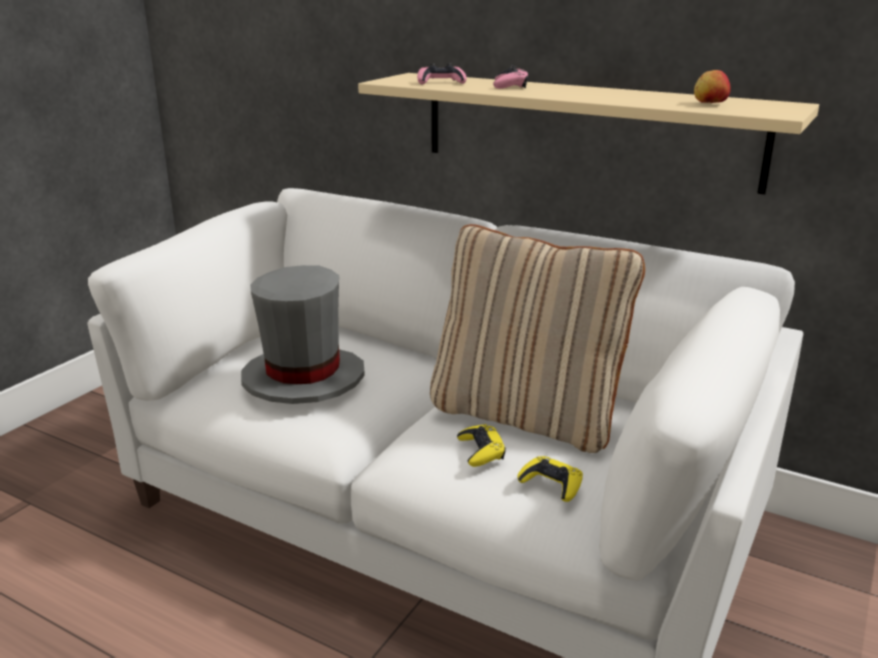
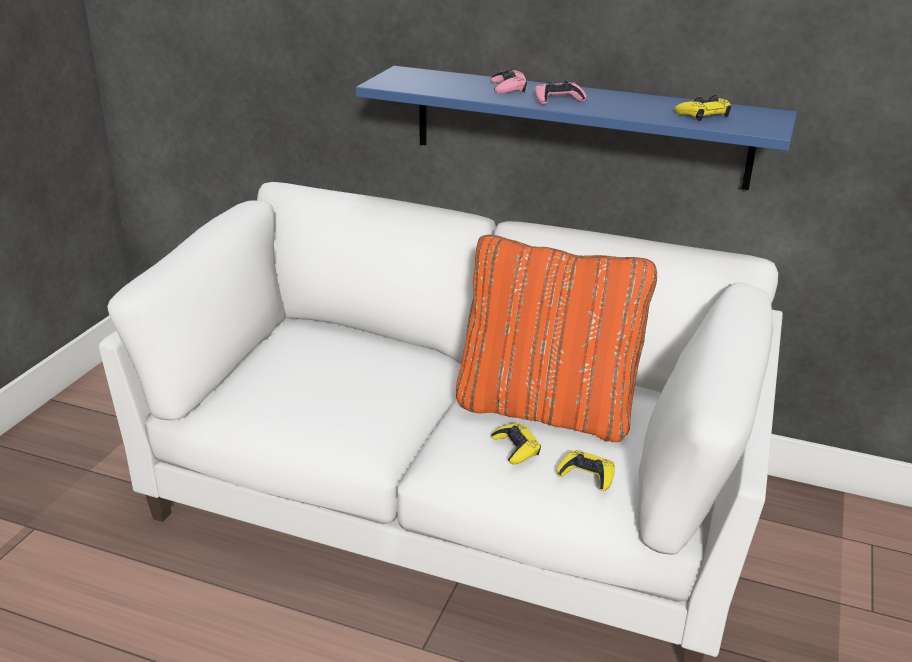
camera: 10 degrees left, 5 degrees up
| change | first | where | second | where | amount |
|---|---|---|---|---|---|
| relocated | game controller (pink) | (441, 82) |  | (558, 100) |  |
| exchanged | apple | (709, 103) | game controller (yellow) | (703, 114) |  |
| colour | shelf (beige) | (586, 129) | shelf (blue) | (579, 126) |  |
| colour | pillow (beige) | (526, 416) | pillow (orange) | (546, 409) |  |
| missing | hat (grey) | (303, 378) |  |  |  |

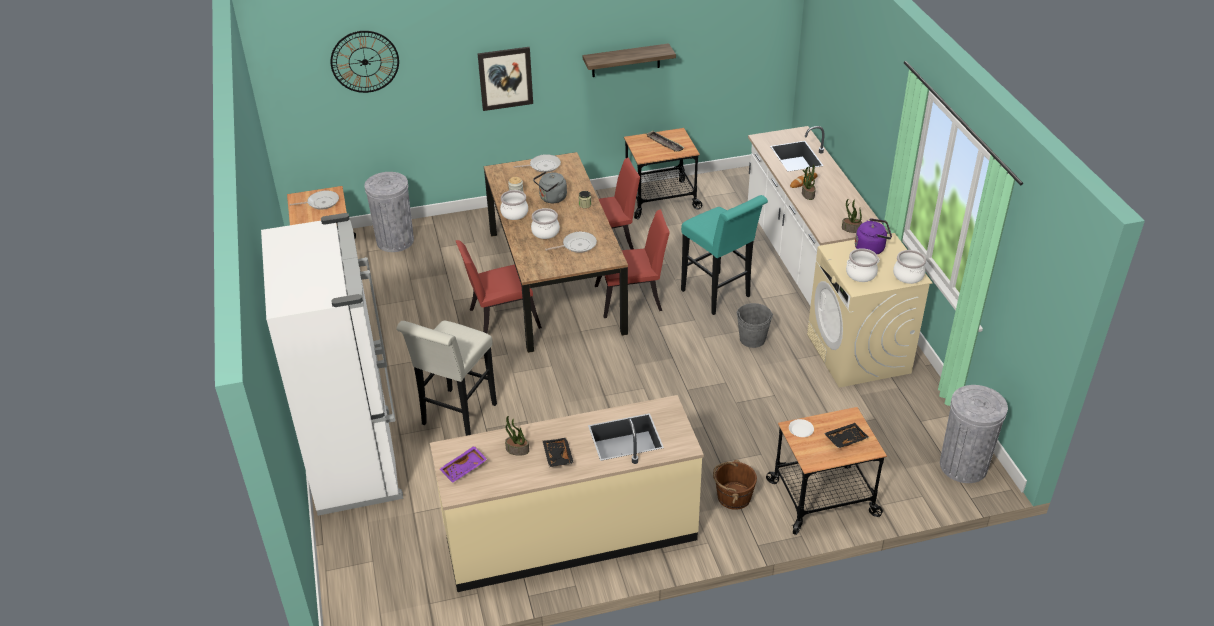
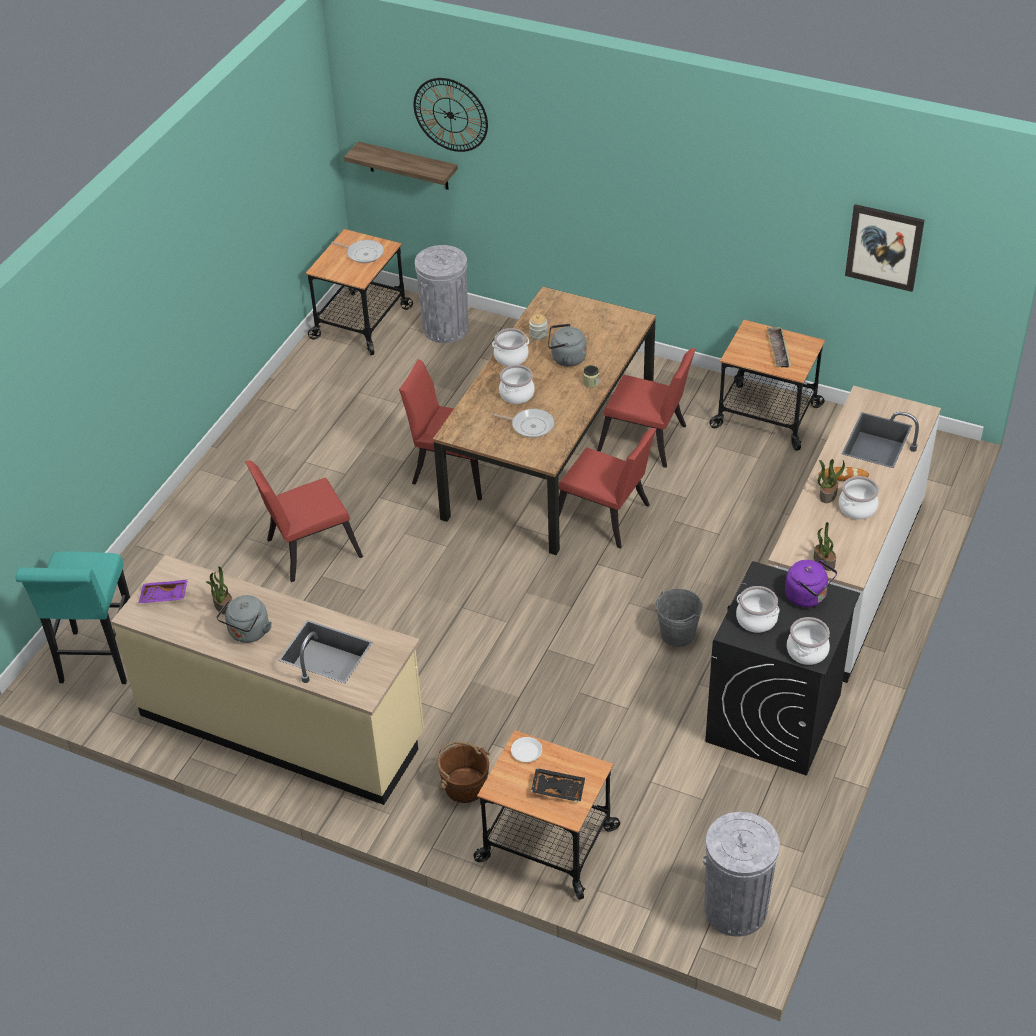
camera: 40 degrees right, 5 degrees up
| change | first | where | second | where | amount |
|---|---|---|---|---|---|
| relocated | shelf | (626, 60) |  | (408, 166) |  |
| relocated | picture | (505, 78) |  | (884, 247) |  |
| missing | frying pan | (543, 166) |  |  |  |
| relocated | stool (turquoise) | (719, 296) |  | (98, 663) |  |
| missing | fridge (white) | (357, 460) |  |  |  |
| colour | washing machine (beige) | (858, 354) | washing machine (black) | (773, 719) |  |
| exchanged | stool (white) | (456, 418) | chair (red) | (307, 549) |  |
| exchanged | tray (black) | (557, 456) | kettle (grey) | (248, 633) |  |
| appeared |  |  | cooking pot | (857, 508) |  |

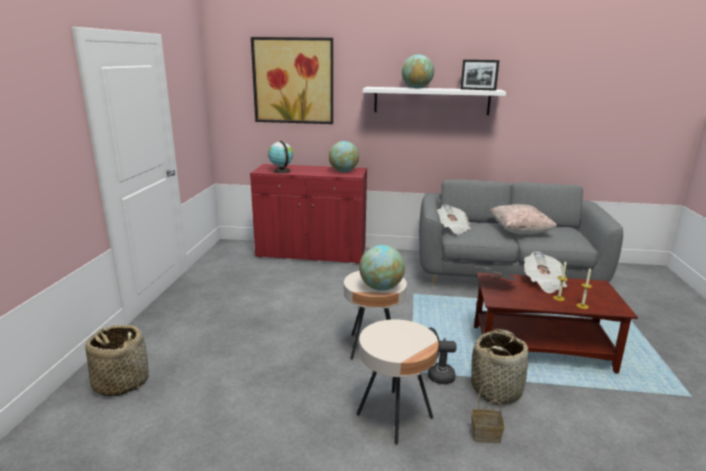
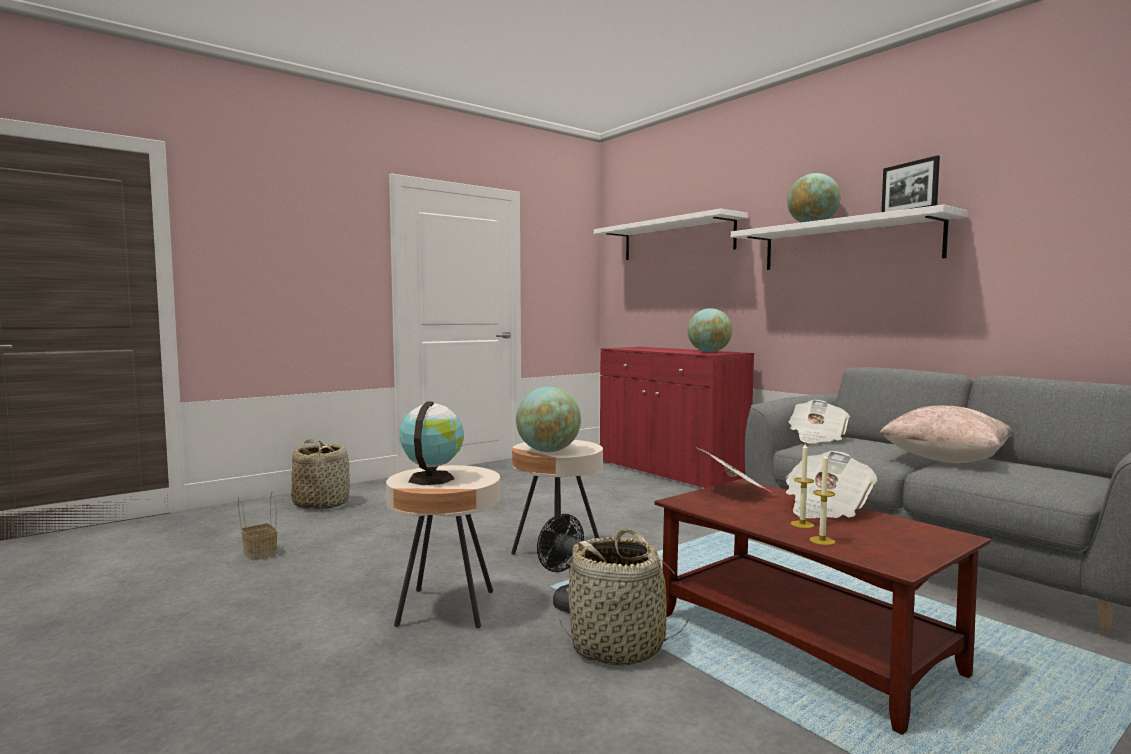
camera: 45 degrees right, 15 degrees down
| change | first | where | second | where | amount |
|---|---|---|---|---|---|
| exchanged | picture | (293, 81) | shelf (white) | (677, 239) |  |
| relocated | globe | (281, 171) |  | (432, 478) |  |
| relocated | basket | (484, 435) |  | (259, 553) |  |

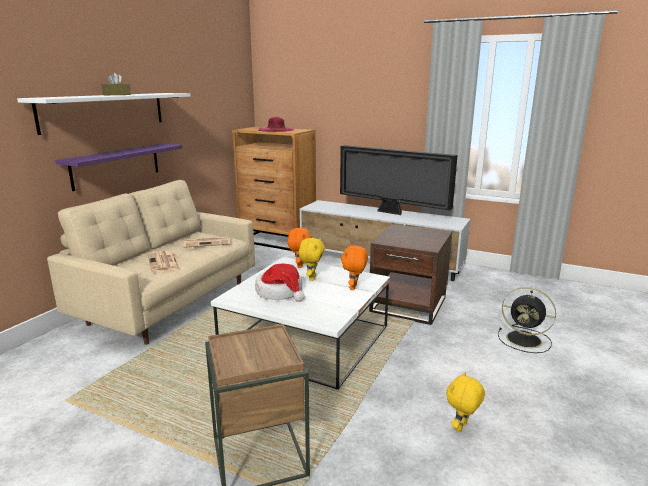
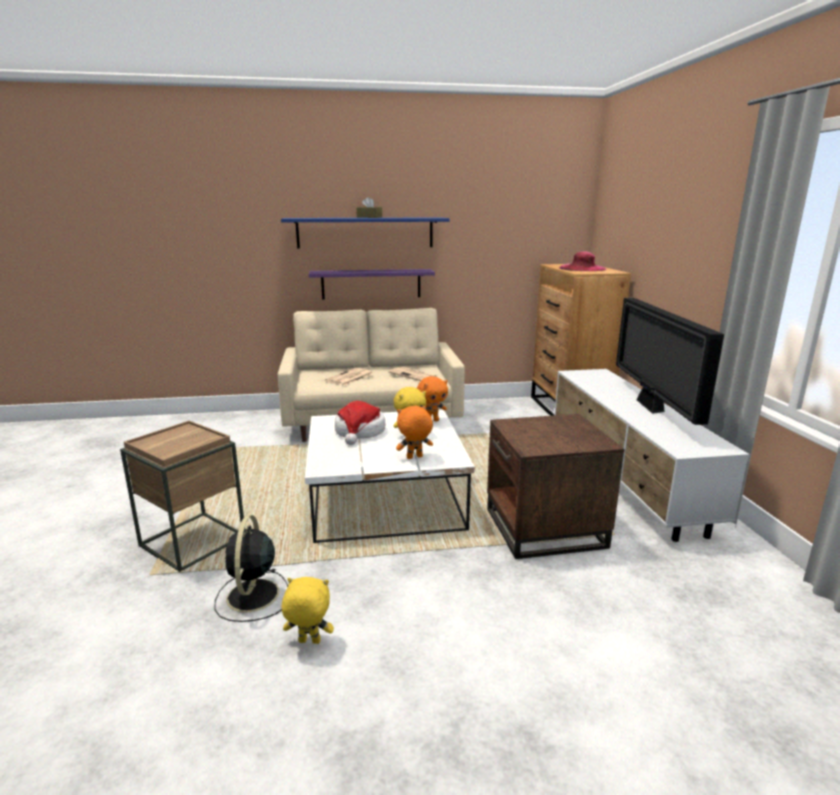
camera: 55 degrees right, 0 degrees up
| change | first | where | second | where | amount |
|---|---|---|---|---|---|
| colour | shelf (white) | (104, 111) | shelf (blue) | (365, 232) |  |
| relocated | fan (black) | (525, 340) |  | (252, 597) |  |

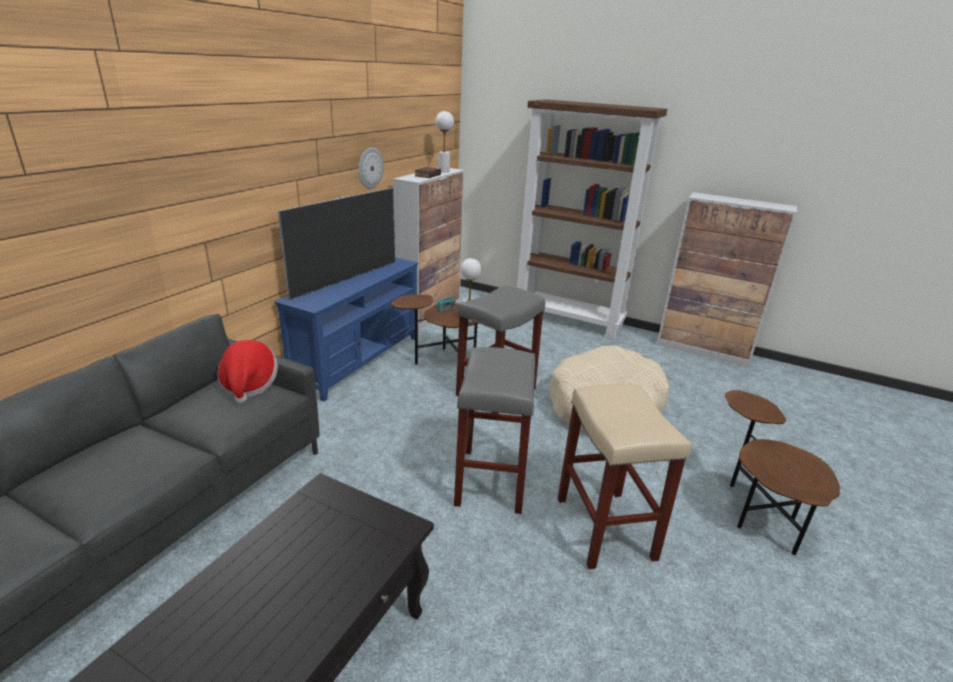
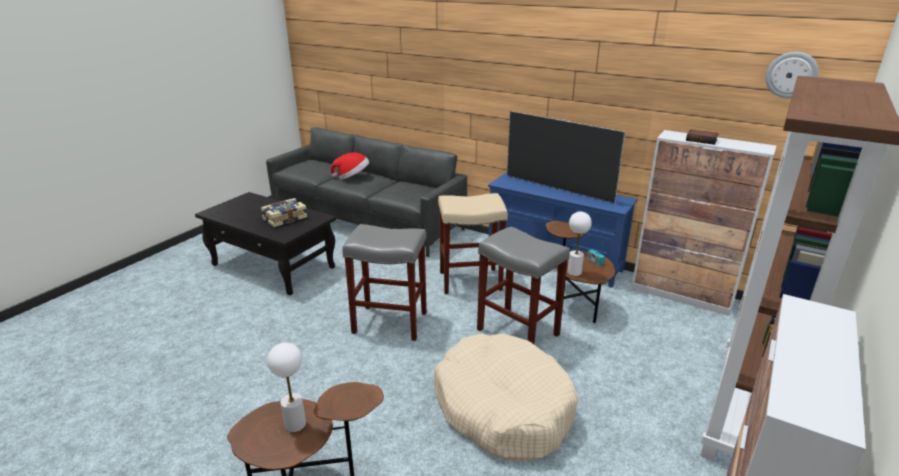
camera: 95 degrees right, 0 degrees up
| change | first | where | second | where | amount |
|---|---|---|---|---|---|
| relocated | table lamp (white) | (443, 171) |  | (295, 424) |  |
| relocated | wall clock | (369, 168) |  | (791, 75) |  |
| relocated | hat | (249, 385) |  | (352, 177) |  |
| relocated | stool (beige) | (603, 527) |  | (471, 280) |  |
| appeared |  |  | book | (284, 218) |  |

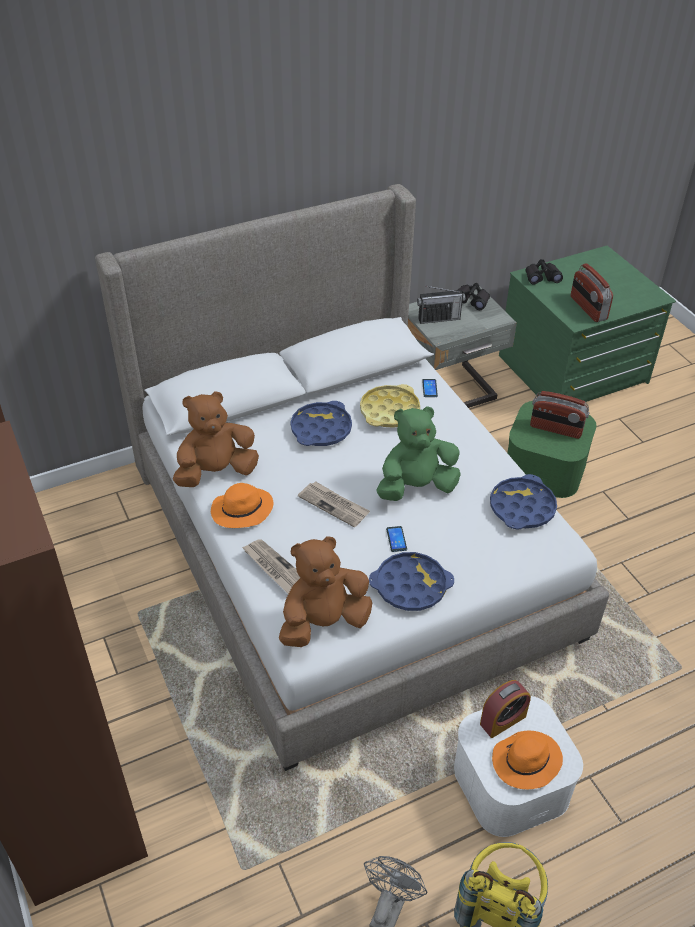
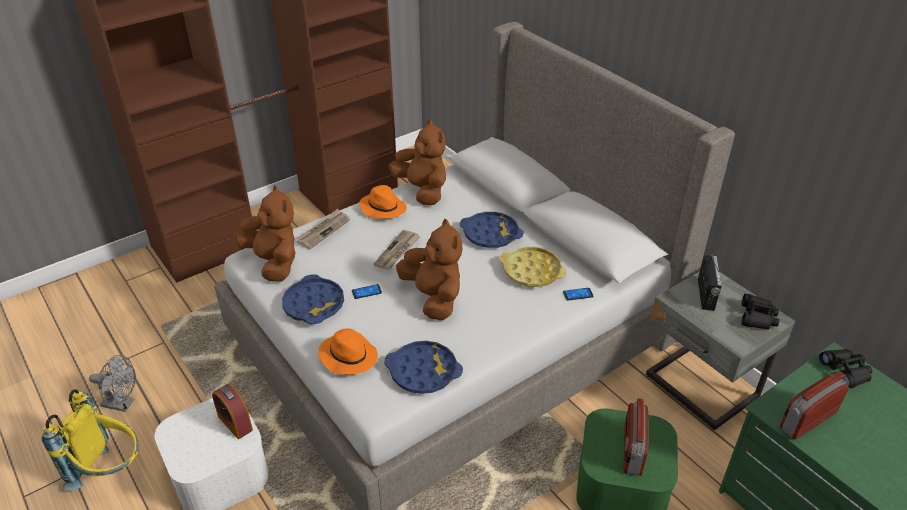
camera: 80 degrees right, 5 degrees down
| change | first | where | second | where | amount |
|---|---|---|---|---|---|
| spun | radio | (439, 318) |  | (705, 294) | 150 degrees counterclockwise |
| colour | plush toy (green) | (416, 487) | plush toy (brown) | (433, 298) |  |
| relocated | hat (orange) | (525, 762) |  | (348, 356) |  |

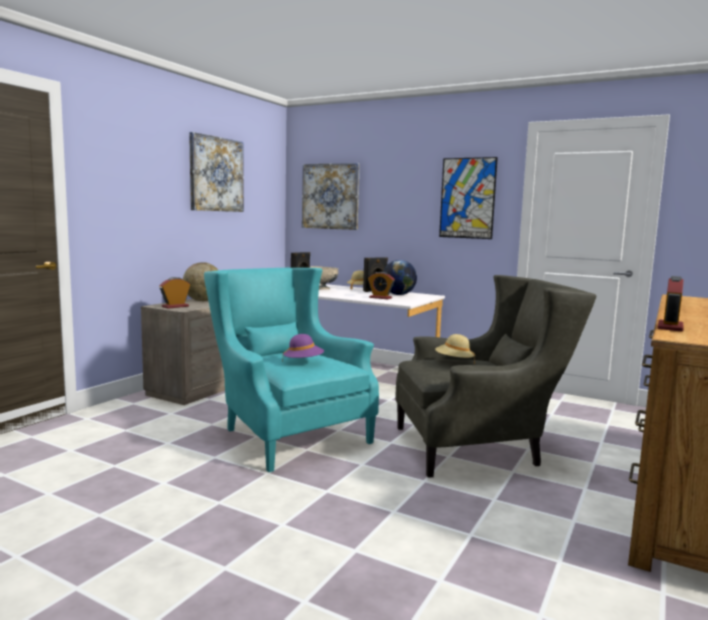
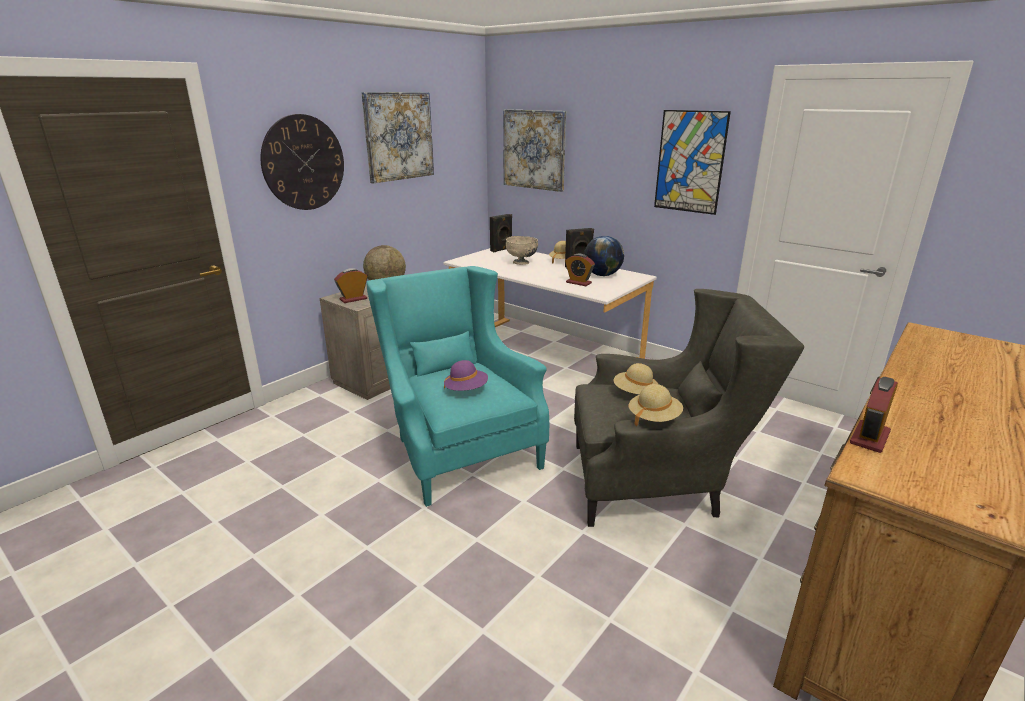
camera: 10 degrees right, 15 degrees up
| change | first | where | second | where | amount |
|---|---|---|---|---|---|
| appeared |  |  | wall clock | (303, 163) |  |
| appeared |  |  | hat (beige) | (654, 418) |  |

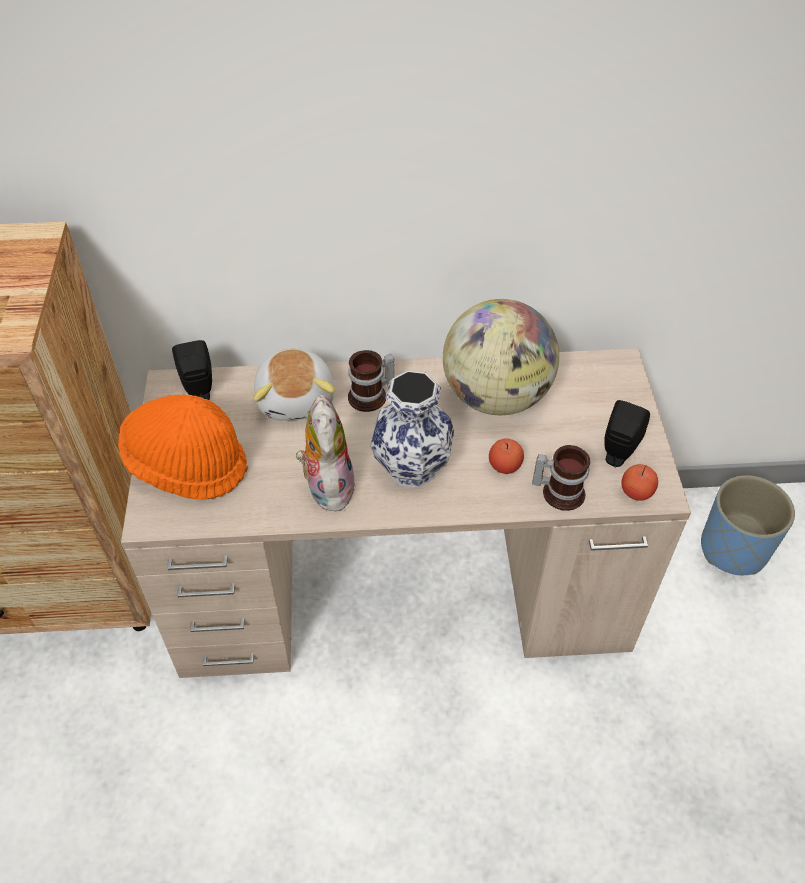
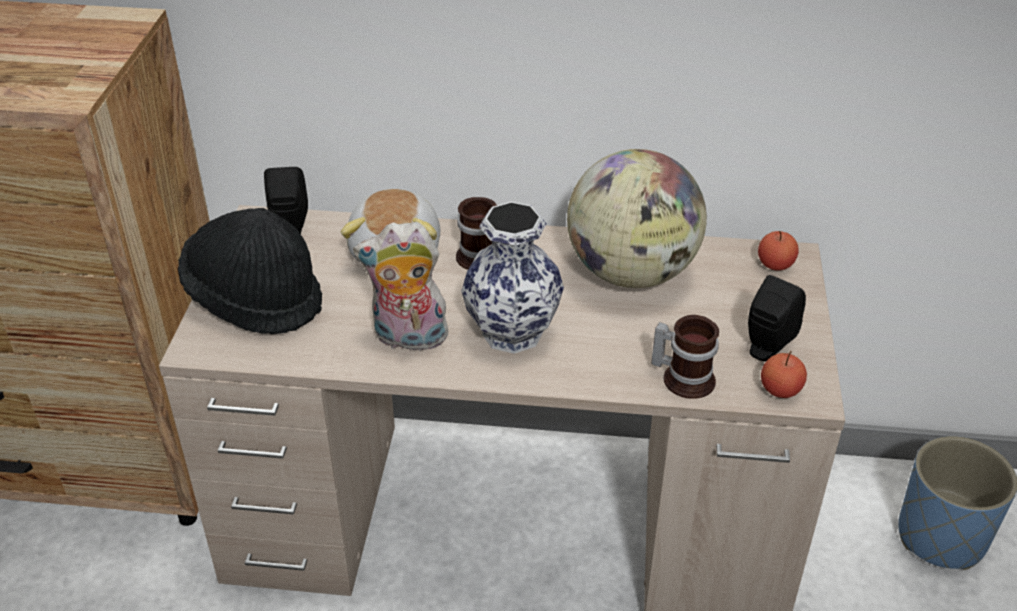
camera: 10 degrees right, 10 degrees down
| change | first | where | second | where | amount |
|---|---|---|---|---|---|
| colour | hat (orange) | (187, 465) | hat (black) | (255, 299) |  |
| spun | plush toy | (327, 486) |  | (408, 339) | 90 degrees counterclockwise |
| relocated | apple | (504, 466) |  | (775, 264) |  |

